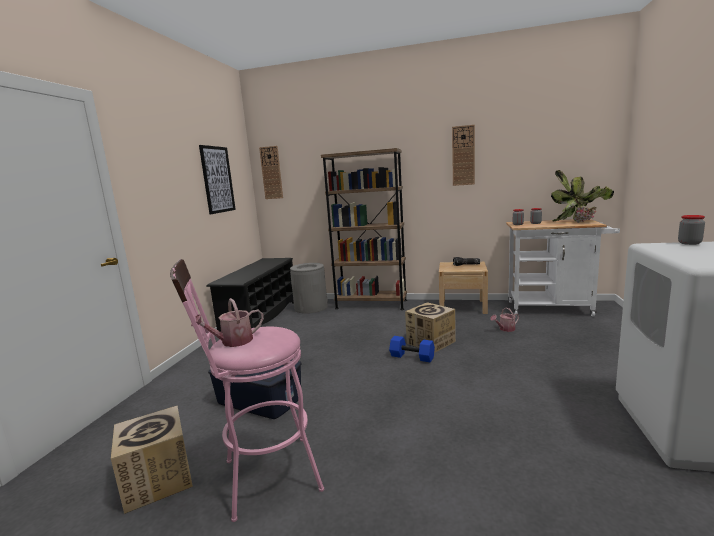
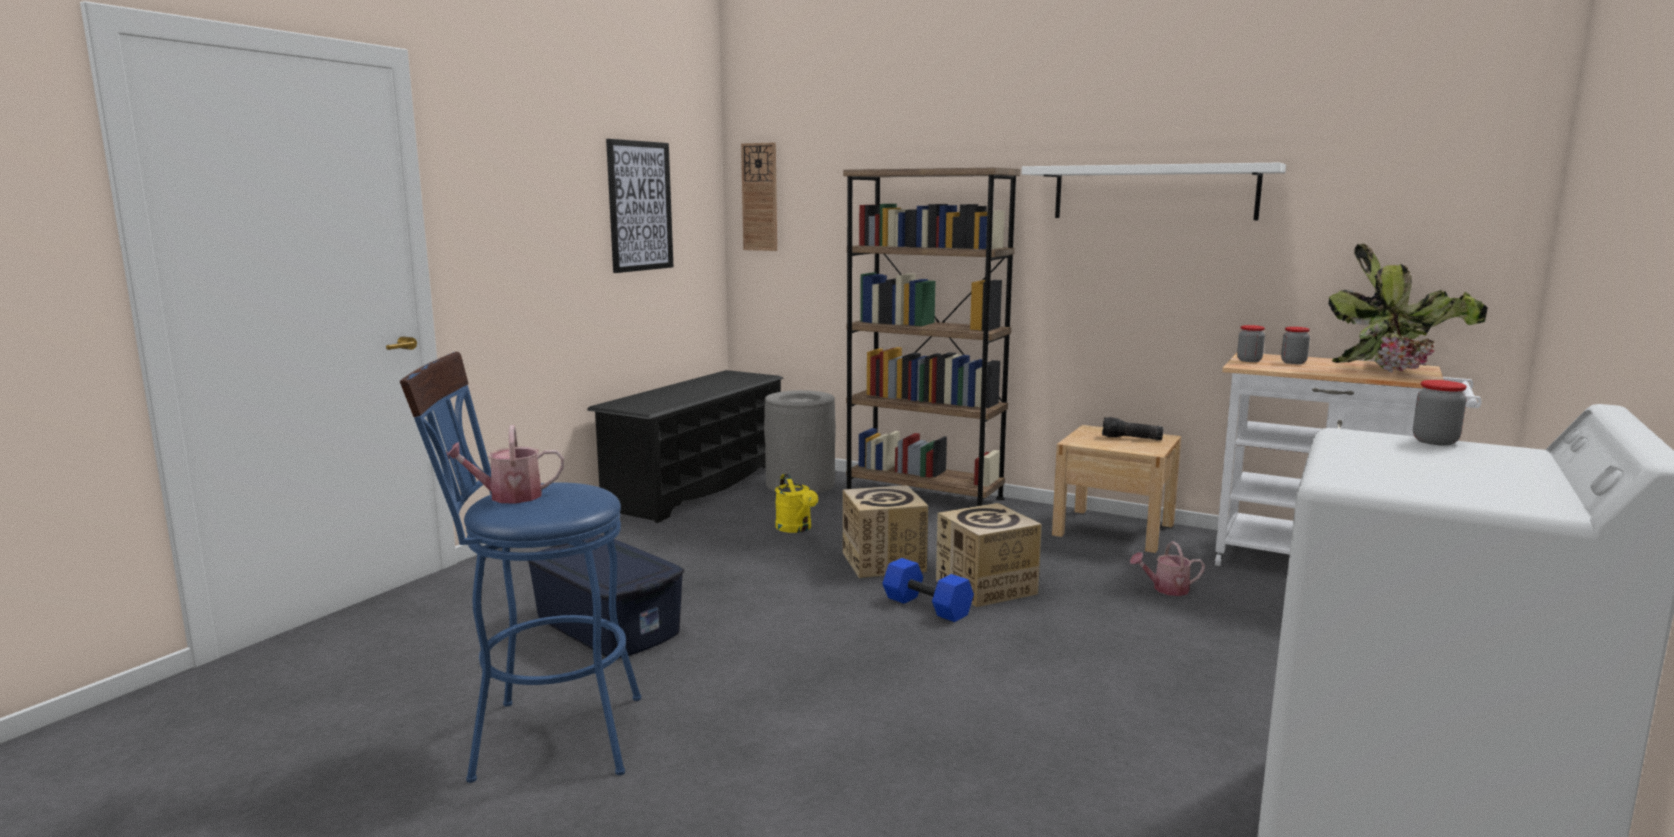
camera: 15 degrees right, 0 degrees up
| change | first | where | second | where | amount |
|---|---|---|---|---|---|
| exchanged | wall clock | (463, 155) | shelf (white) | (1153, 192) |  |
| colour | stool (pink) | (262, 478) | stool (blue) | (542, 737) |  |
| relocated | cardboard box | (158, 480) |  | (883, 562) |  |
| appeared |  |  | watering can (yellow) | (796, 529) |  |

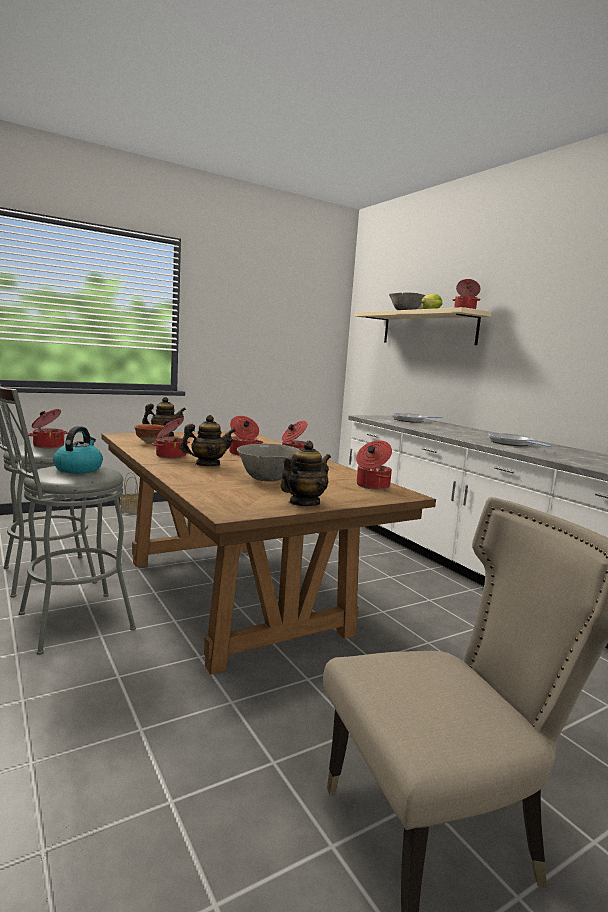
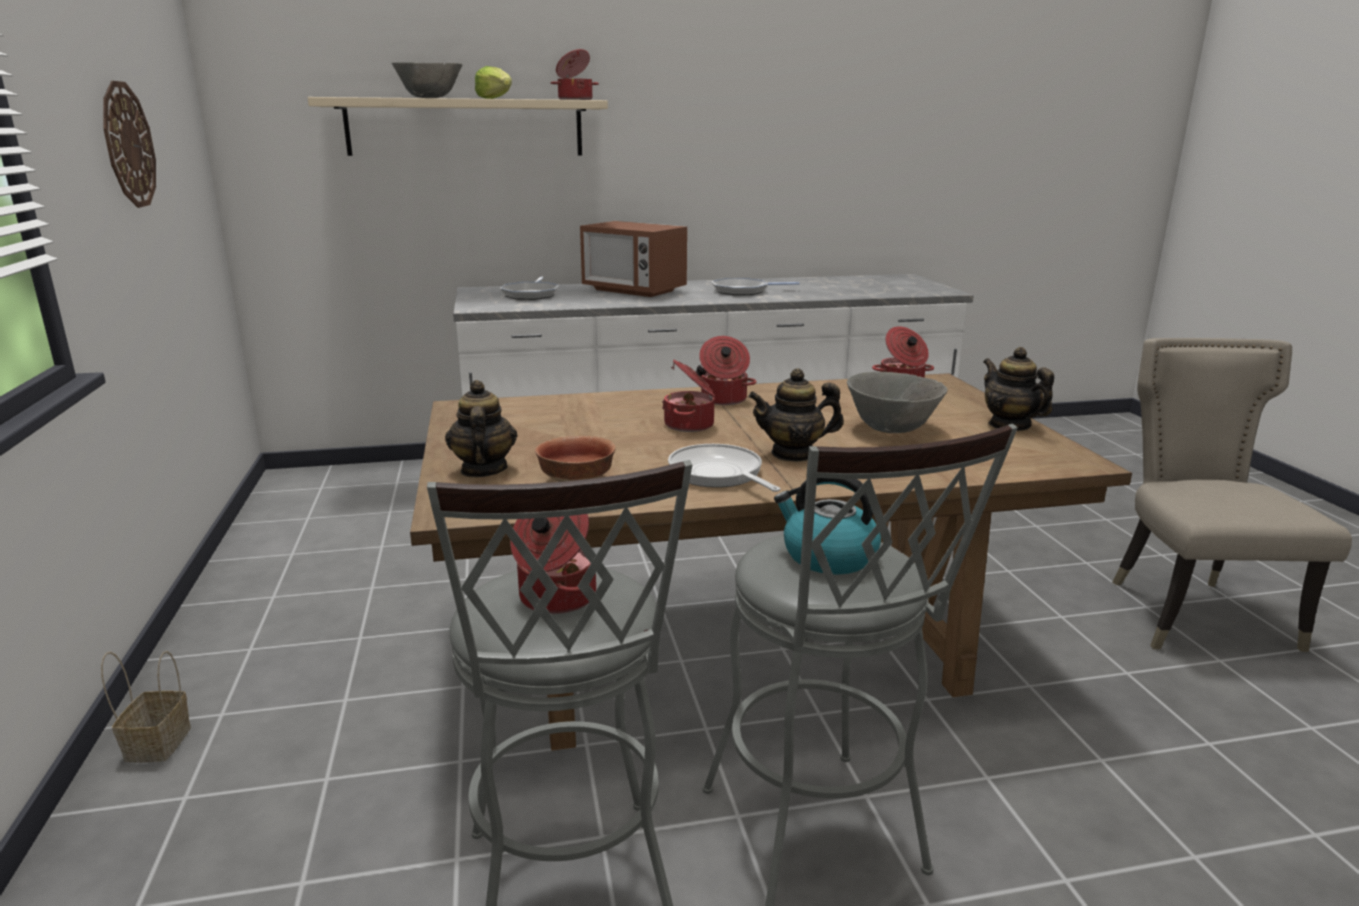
camera: 70 degrees left, 10 degrees up
| change | first | where | second | where | amount |
|---|---|---|---|---|---|
| spun | teapot | (207, 465) |  | (793, 454) | 90 degrees counterclockwise |
| exchanged | cooking pot | (170, 456) | frying pan | (718, 474) |  |
| appeared |  |  | wall clock | (128, 145) |  |
| appeared |  |  | microwave | (633, 290) |  |

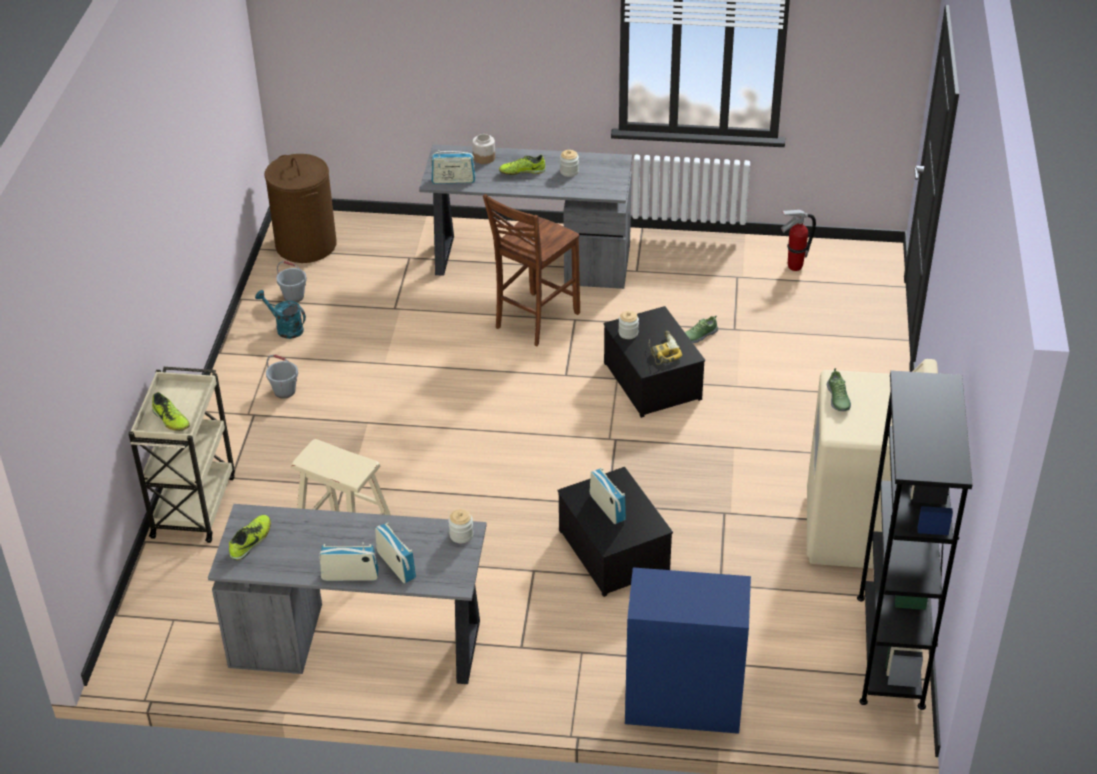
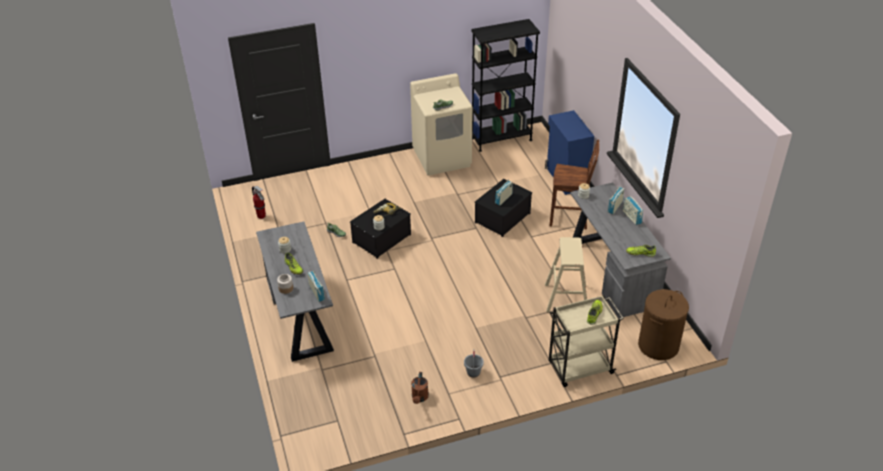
camera: 115 degrees left, 0 degrees up
| change | first | where | second | where | amount |
|---|---|---|---|---|---|
| relocated | laundry basket (brown) | (305, 245) |  | (658, 345) |  |
| relocated | chair (brown) | (534, 320) |  | (570, 218) |  |
| missing | bucket (grey) | (294, 296) |  |  |  |
| colour | watering can (turquoise) | (285, 328) | watering can (brown) | (419, 398) |  |

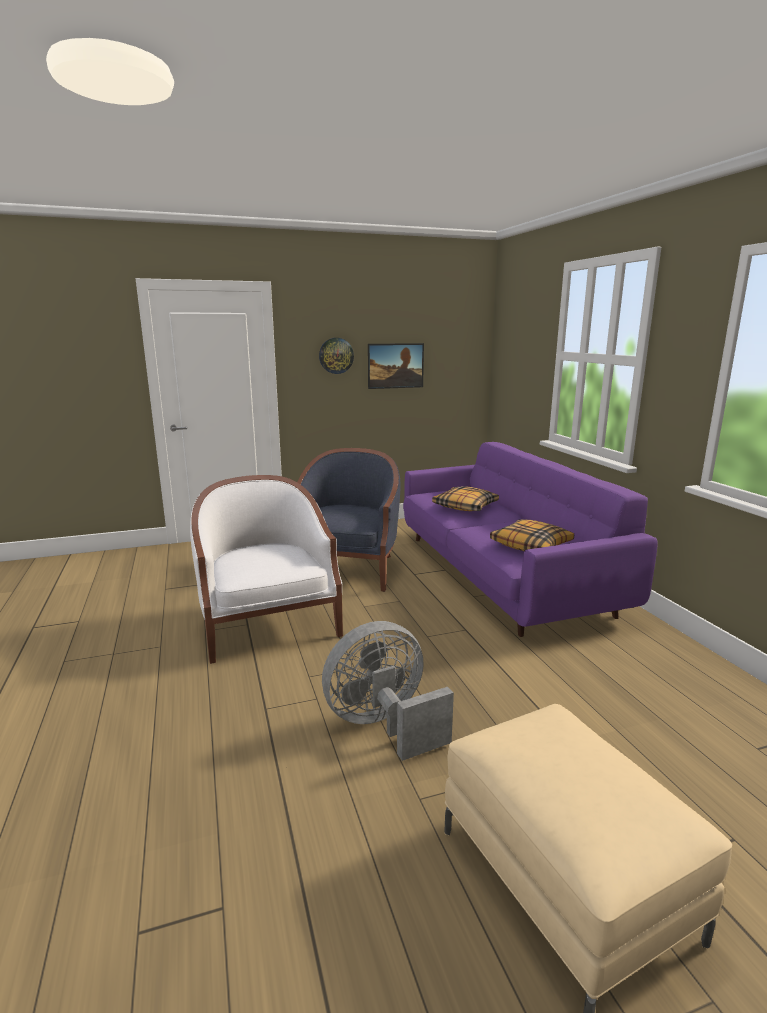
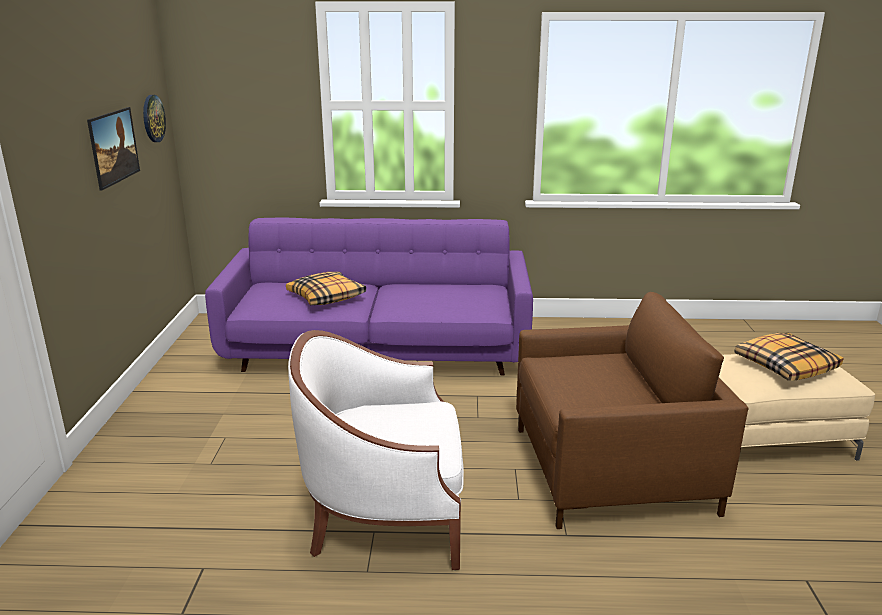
camera: 70 degrees left, 5 degrees up
| change | first | where | second | where | amount |
|---|---|---|---|---|---|
| relocated | wall clock | (336, 355) |  | (153, 118) |  |
| missing | armchair (blue) | (346, 569) |  |  |  |
| relocated | pillow | (531, 545) |  | (785, 366) |  |
| exchanged | fan (grey) | (384, 725) | armchair (brown) | (611, 470) |  |

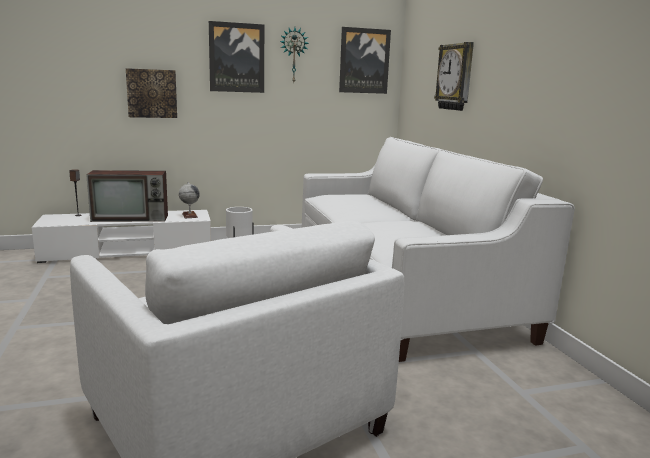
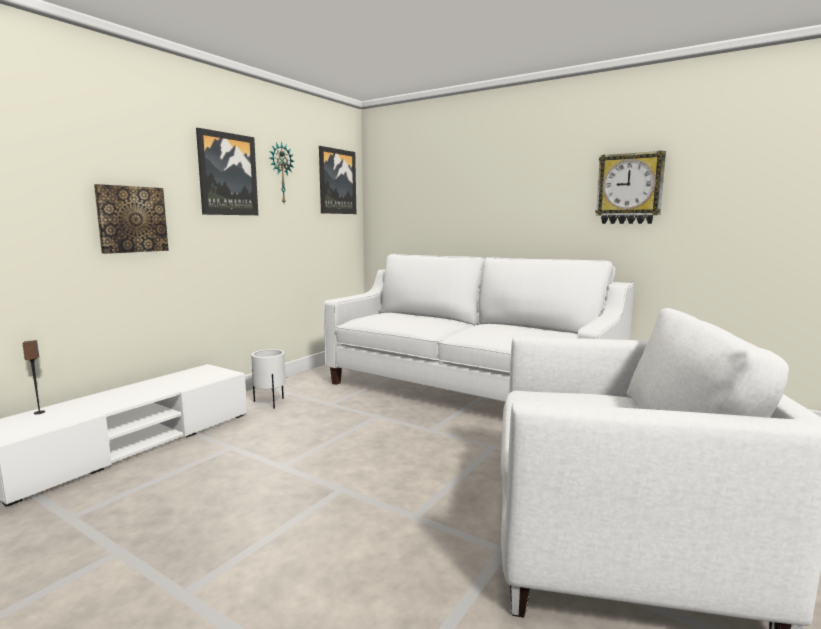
camera: 40 degrees left, 5 degrees down
| change | first | where | second | where | amount |
|---|---|---|---|---|---|
| relocated | wall clock | (455, 77) |  | (629, 189) |  |
| missing | television | (132, 218) |  |  |  |
| missing | globe | (189, 215) |  |  |  |

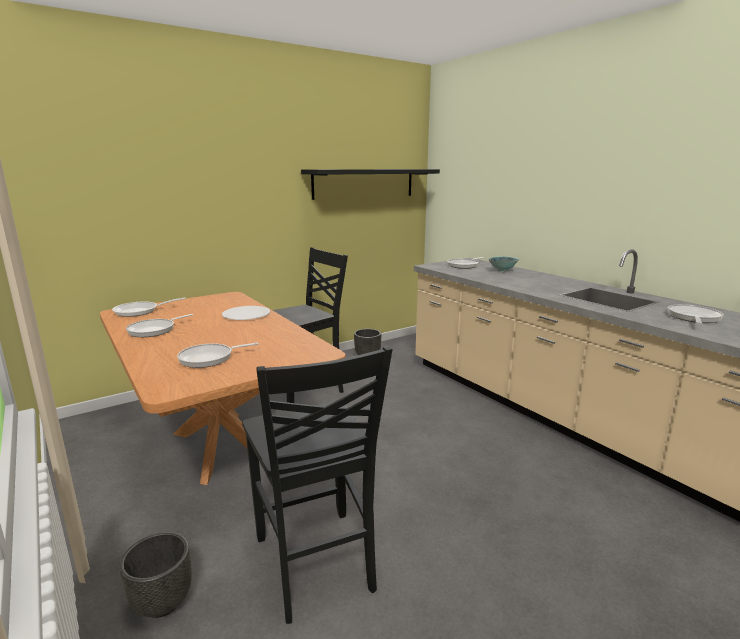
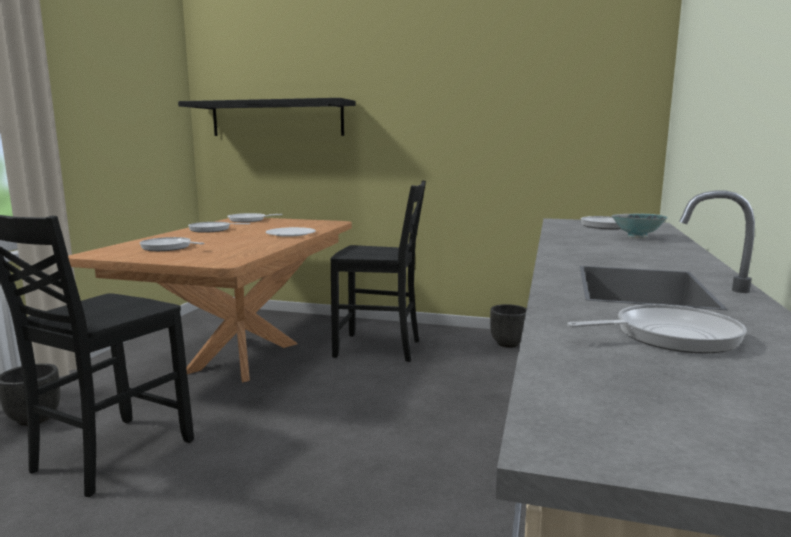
camera: 50 degrees right, 5 degrees down
| change | first | where | second | where | amount |
|---|---|---|---|---|---|
| relocated | shelf (black) | (364, 183) |  | (276, 119) |  |

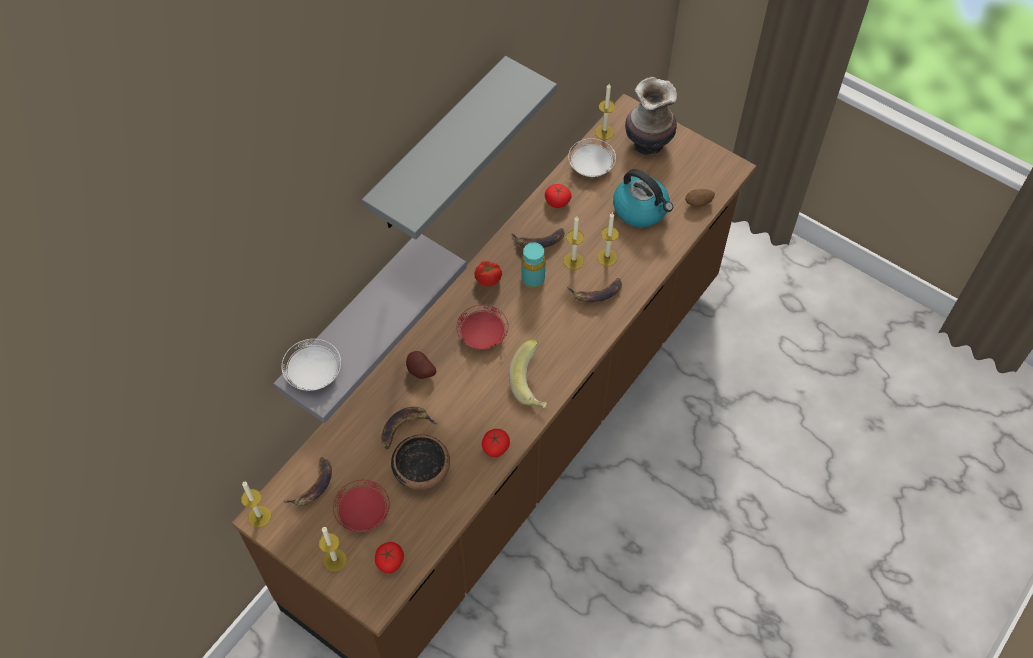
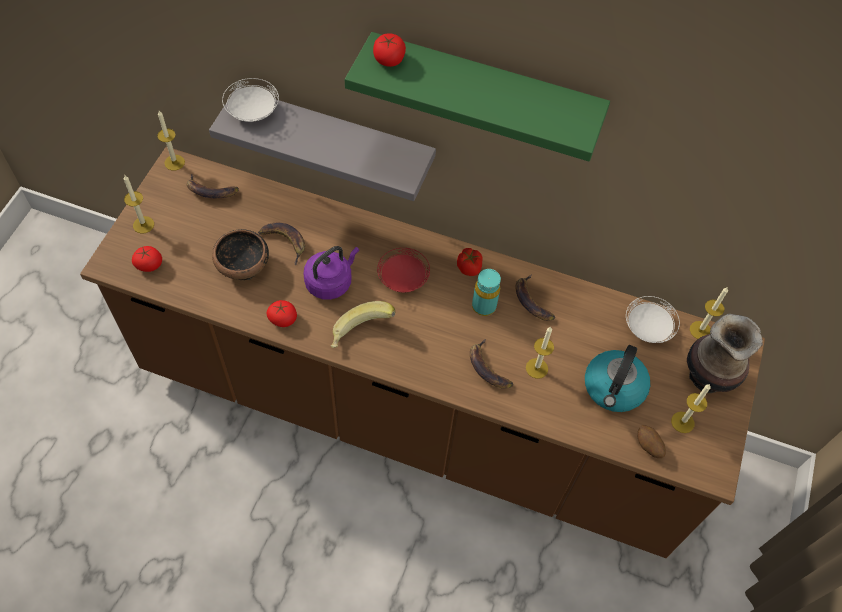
camera: 70 degrees right, 0 degrees up
| change | first | where | second | where | amount |
|---|---|---|---|---|---|
| colour | shelf (grey) | (438, 149) | shelf (green) | (484, 95) |  |
| relocated | tomato | (557, 201) |  | (389, 59) |  |
| relocated | candle | (573, 261) |  | (682, 422) |  |
| missing | potato | (420, 372) |  |  |  |
| missing | plate (red) | (363, 513) |  |  |  |
| appeared |  |  | kettle (purple) | (330, 282) |  |

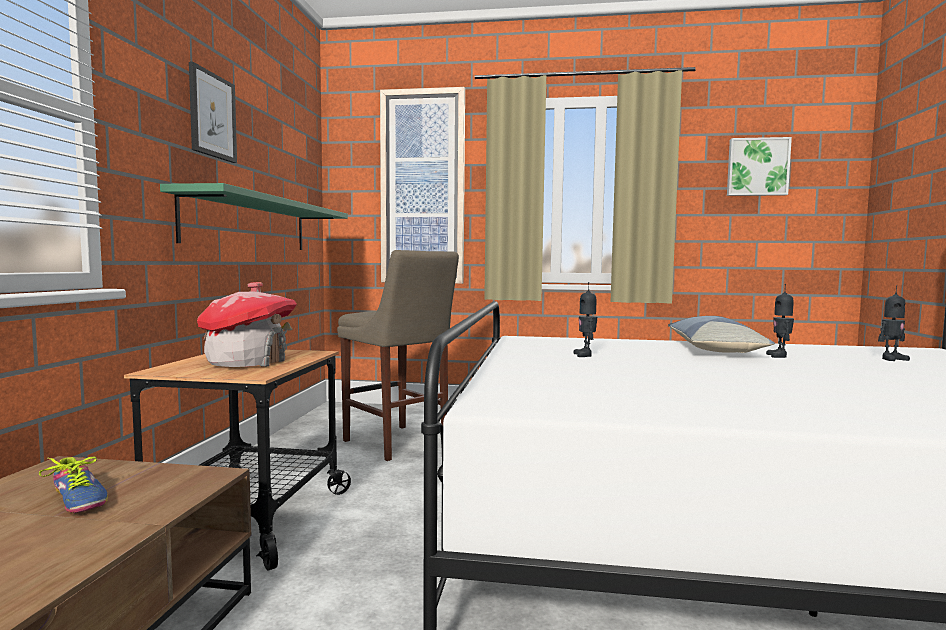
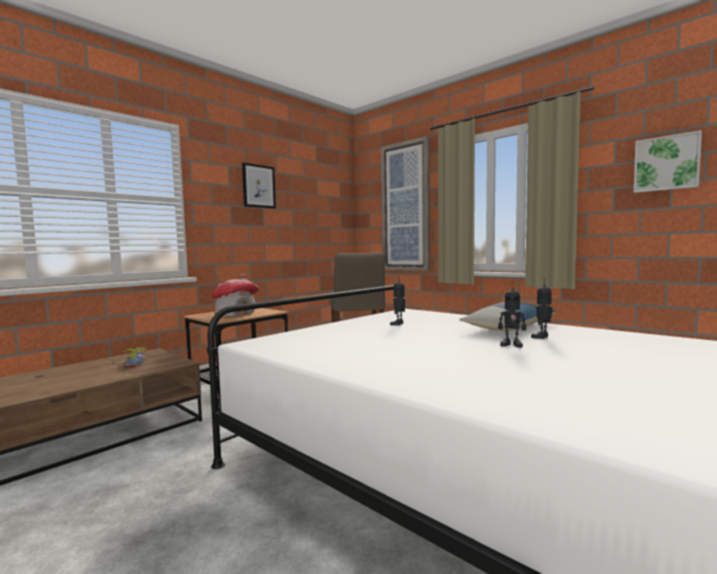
camera: 35 degrees right, 0 degrees up
| change | first | where | second | where | amount |
|---|---|---|---|---|---|
| missing | shelf (green) | (250, 224) |  |  |  |
| relocated | toy robot | (891, 359) |  | (511, 345) |  |

